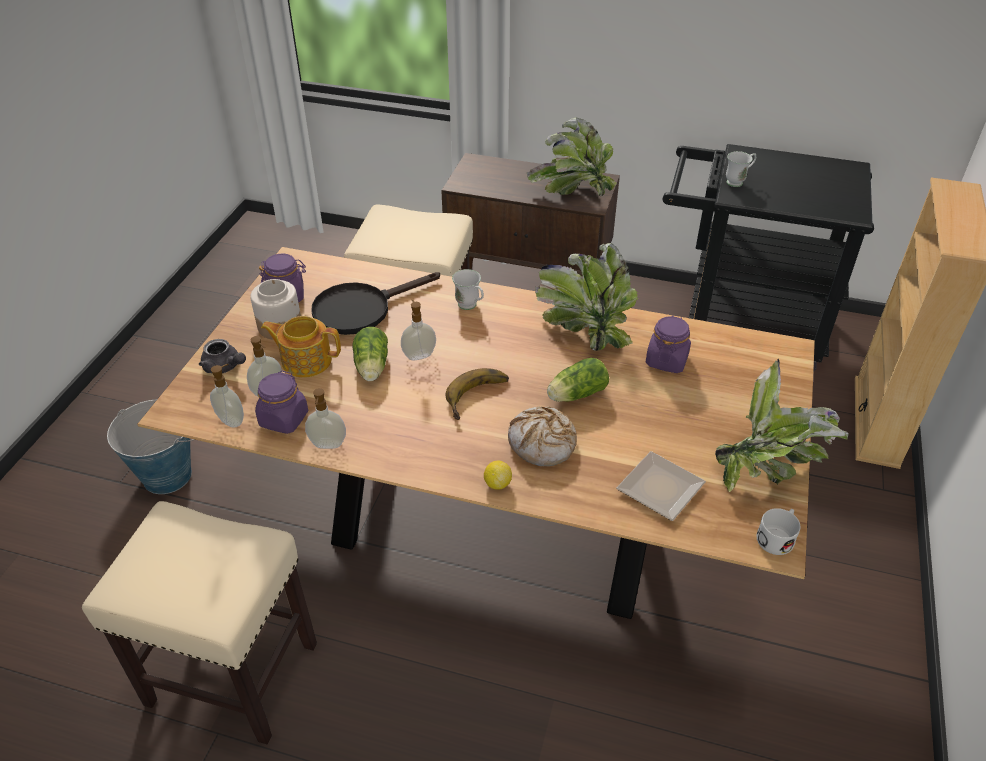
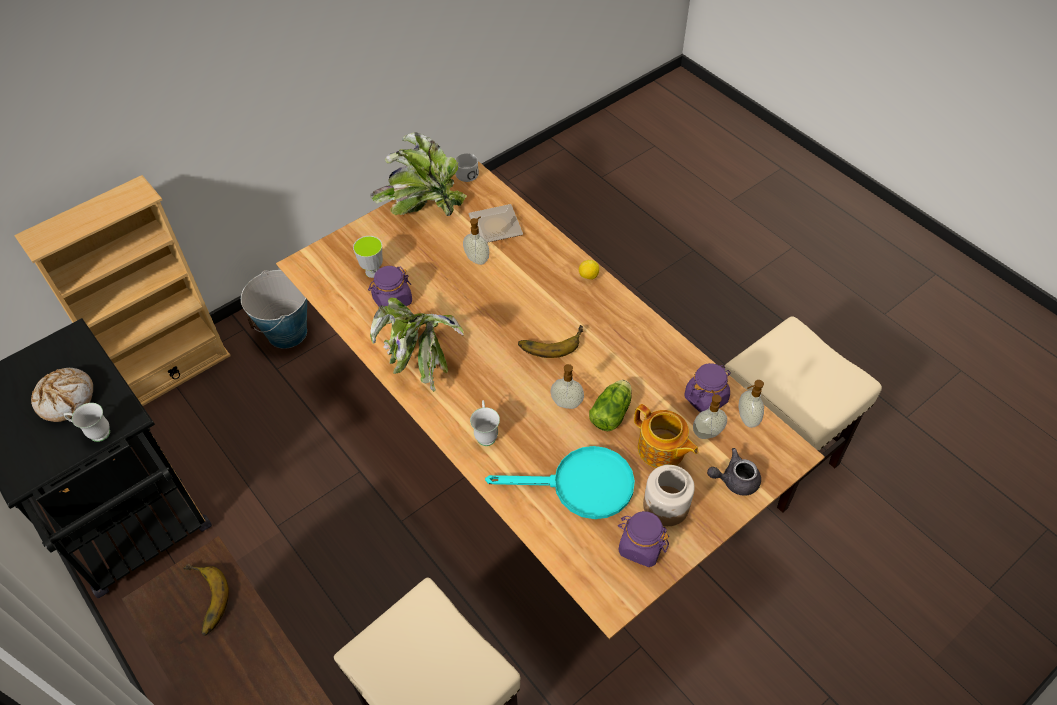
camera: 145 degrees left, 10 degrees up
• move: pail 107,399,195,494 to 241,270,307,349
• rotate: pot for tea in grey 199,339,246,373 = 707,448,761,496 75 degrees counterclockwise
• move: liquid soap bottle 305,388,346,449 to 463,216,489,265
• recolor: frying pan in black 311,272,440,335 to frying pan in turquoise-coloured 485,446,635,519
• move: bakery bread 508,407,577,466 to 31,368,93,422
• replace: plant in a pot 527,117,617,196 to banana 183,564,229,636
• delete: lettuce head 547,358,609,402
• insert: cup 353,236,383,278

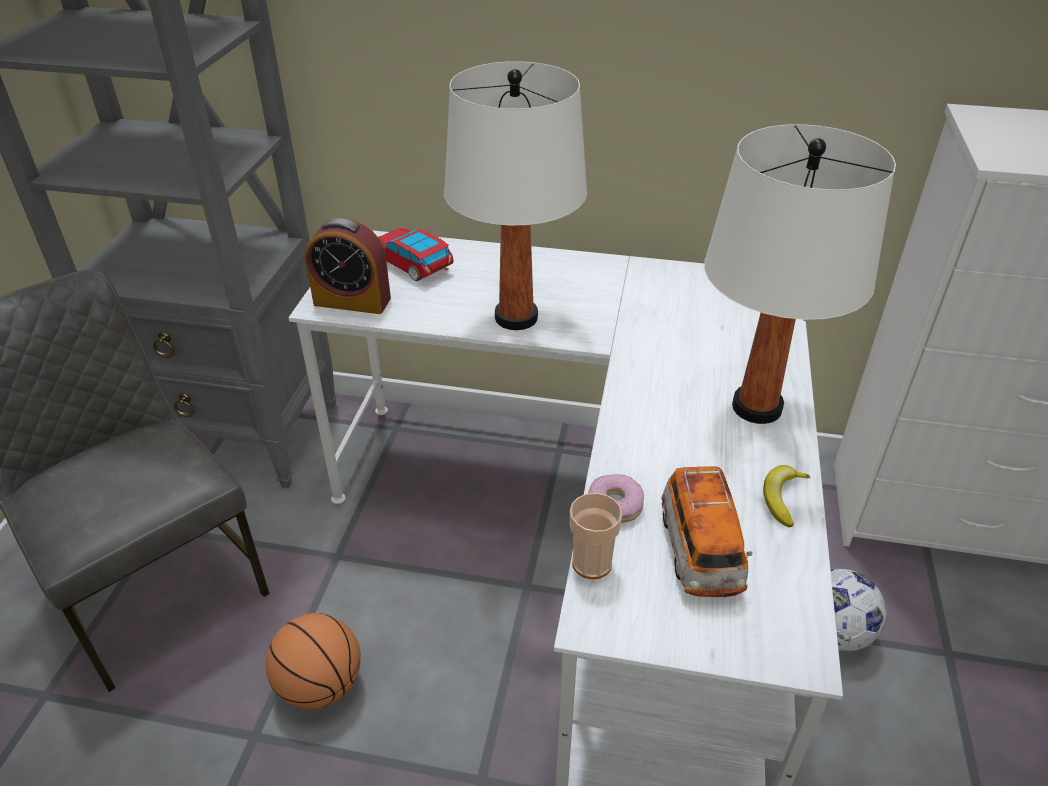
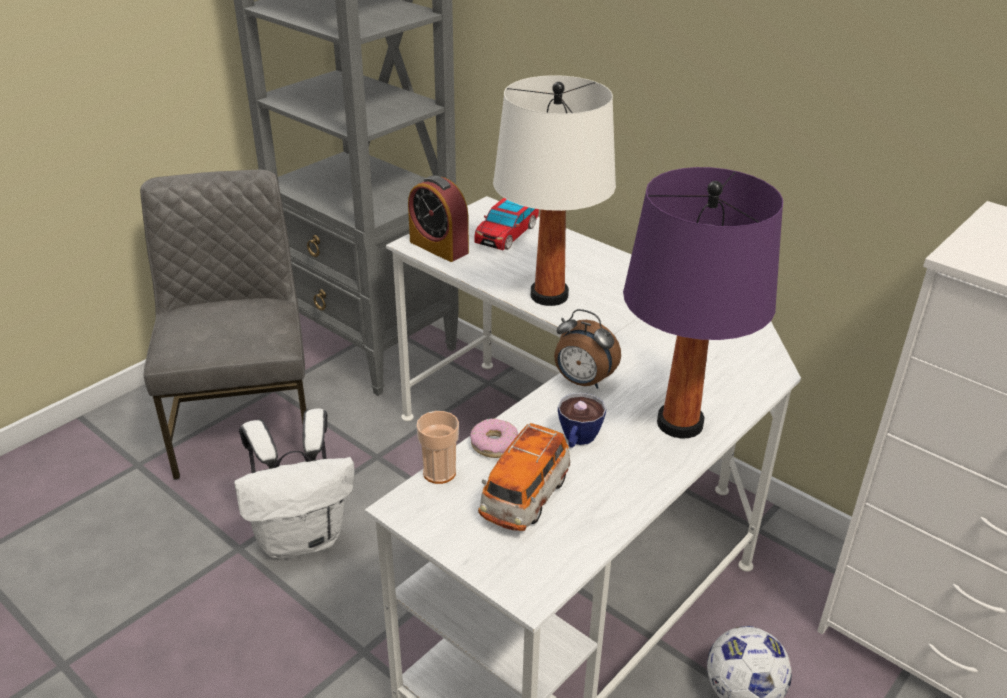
camera: 30 degrees right, 5 degrees down
• replace: basketball ball 266,613,361,709 to backpack in white-coloured 234,409,354,559
• rotate: model car 378,227,454,281 = 474,198,539,250 135 degrees counterclockwise
• recolor: tabletop lamp in white-coloured 704,124,896,424 to tabletop lamp in purple 623,167,783,438
• delete: banana 763,465,810,527
• insert: table clock 554,309,621,389
• insert: cup 558,393,606,448

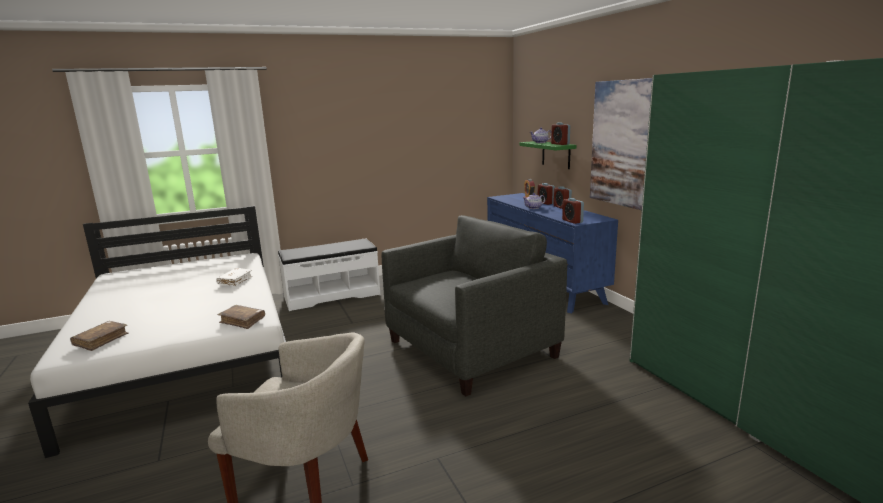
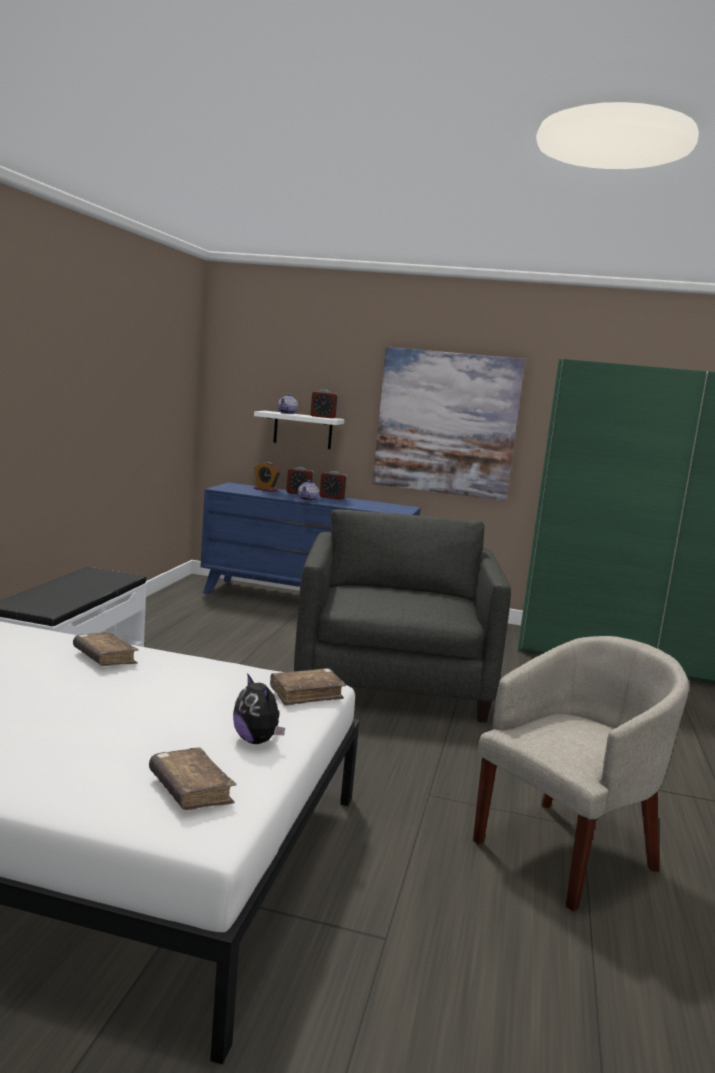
camera: 55 degrees left, 5 degrees down
• recolor: bound book in white-coloured 216,268,253,287 to bound book in brown-coloured 73,632,138,666
• recolor: shelf in greenish 519,141,576,169 to shelf in white-coloured 254,411,344,449
• delete: table clock 562,198,584,224
• insert: plush toy 233,673,285,744

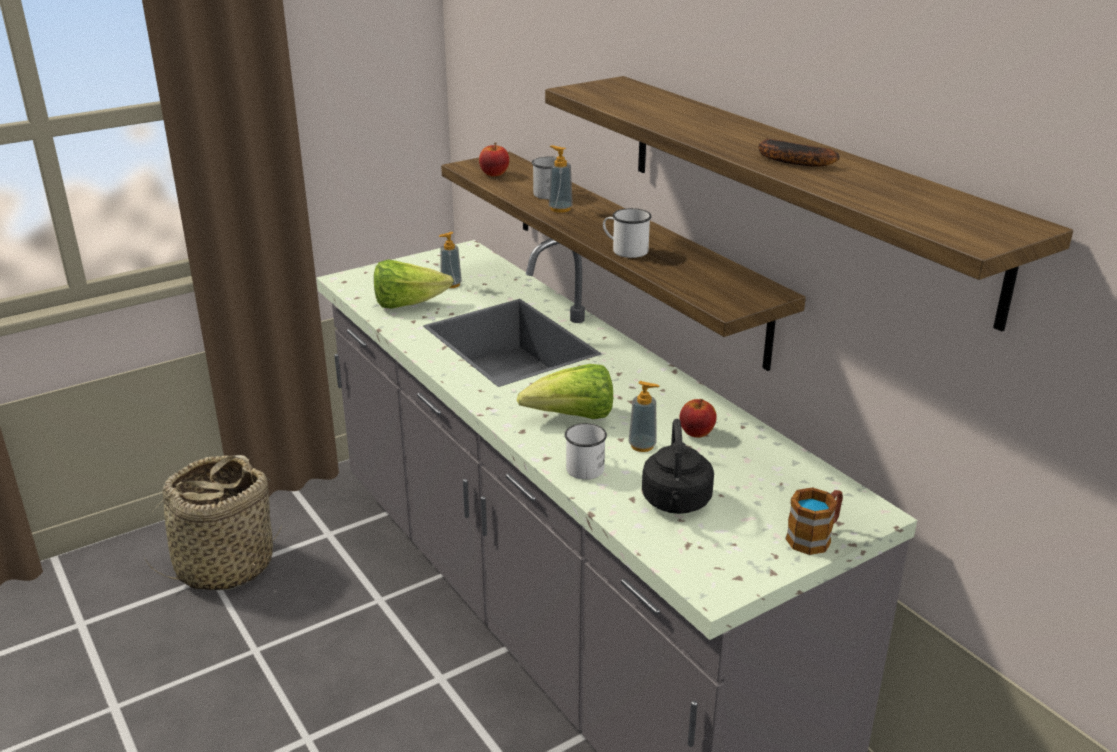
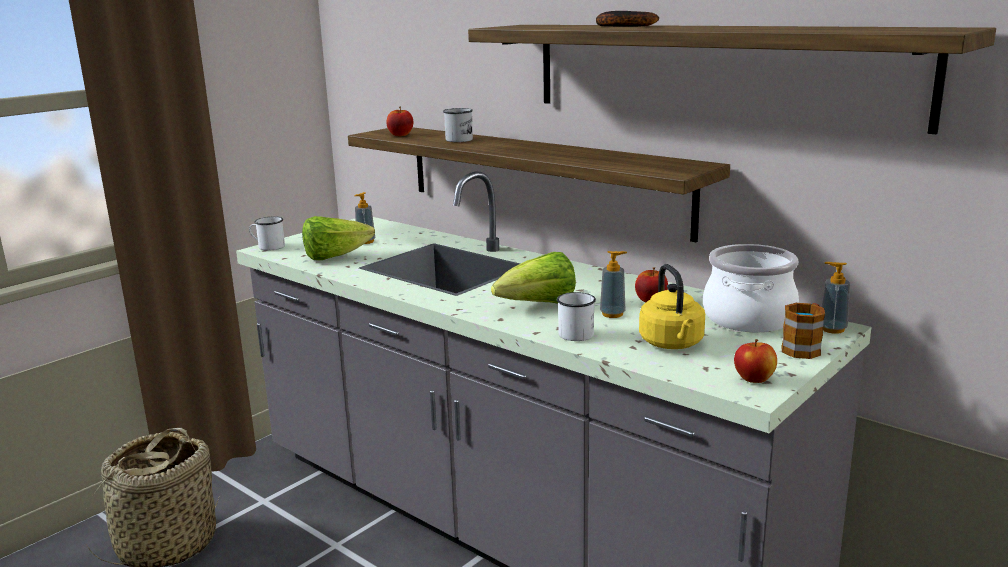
camera: 15 degrees left, 10 degrees down
• move: liquid soap bottle 549,145,573,213 to 822,262,850,334
• move: mug in white-coloured 603,208,652,258 to 249,217,285,251
• recolor: tea kettle in black 642,419,714,514 to tea kettle in yellow 639,264,705,349
• move: banana 759,138,840,167 to 596,11,659,27
• insert: stockpot 703,244,799,332
• insert: apple 734,339,777,383

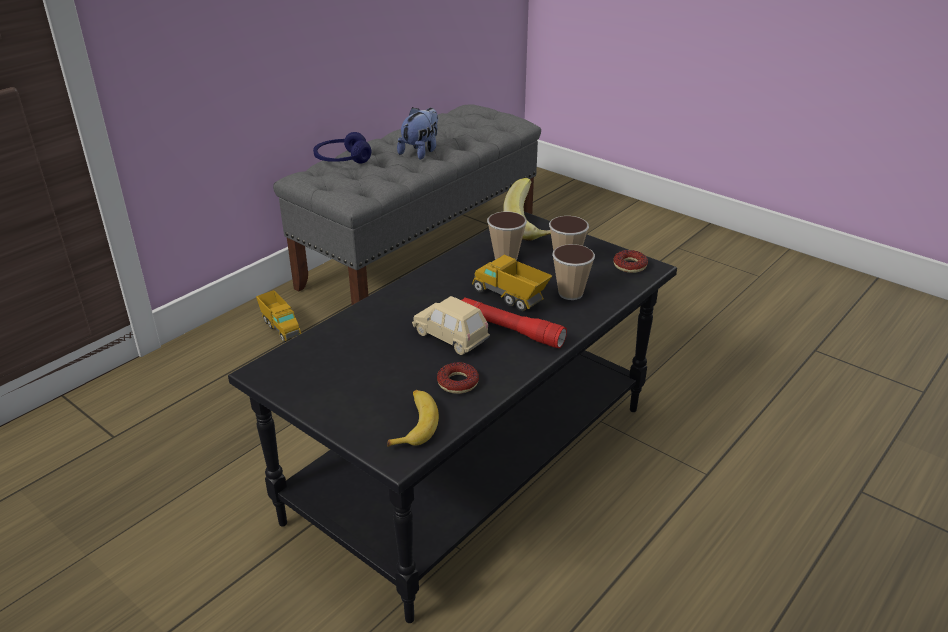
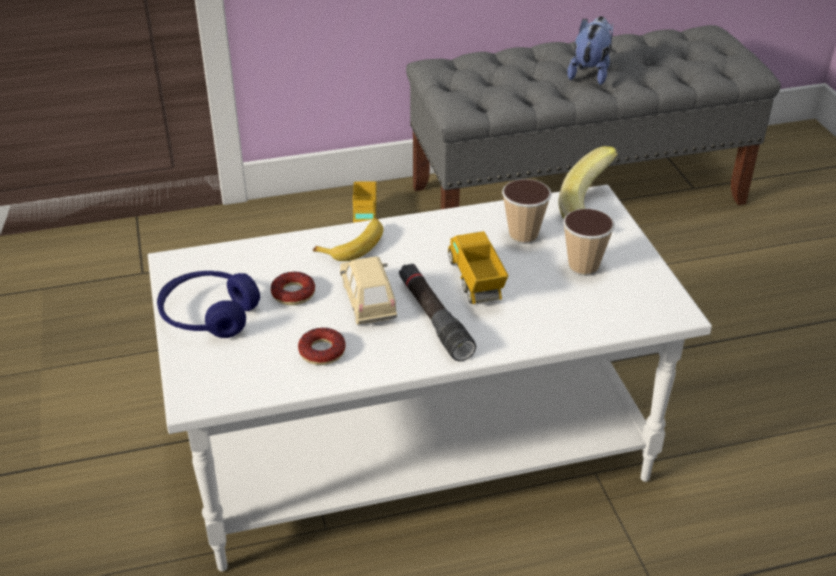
camera: 35 degrees right, 5 degrees up
• recolor: coffee table in black 228,212,677,623 to coffee table in white-coloured 148,185,712,571
• move: pair of headphones in blue-coloured 313,132,371,163 to 157,271,260,338
• move: banana 387,390,439,447 to 313,218,383,261
• rotate: plush toy 397,107,438,160 = 567,16,613,85 45 degrees counterclockwise
• recolor: torch in red-coloured 462,298,567,348 to torch in black 399,264,476,361
• delete: cup 552,244,595,300
• move: doughnut 613,250,648,273 to 271,272,315,305

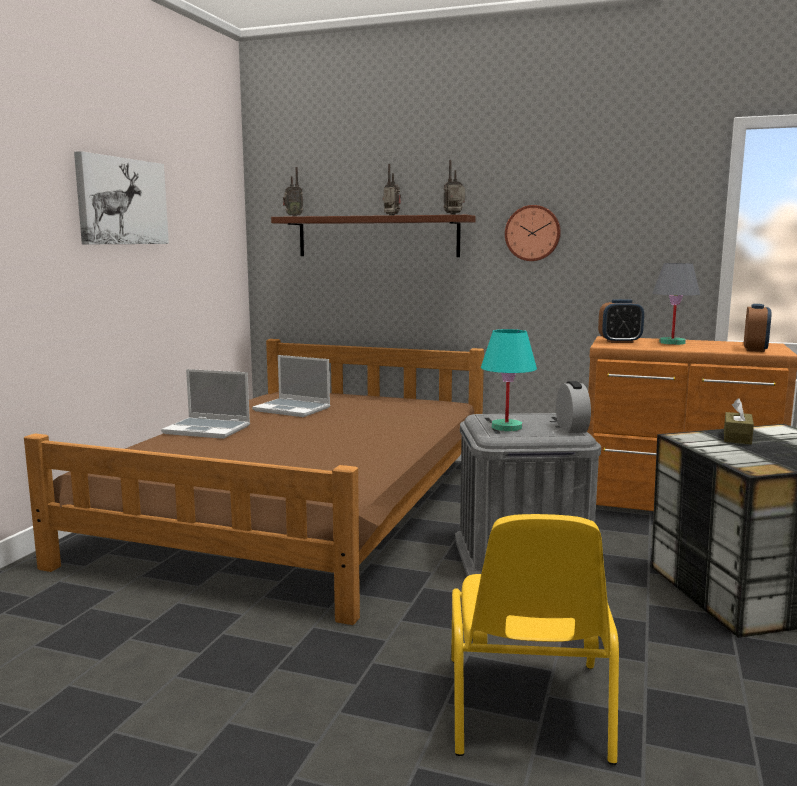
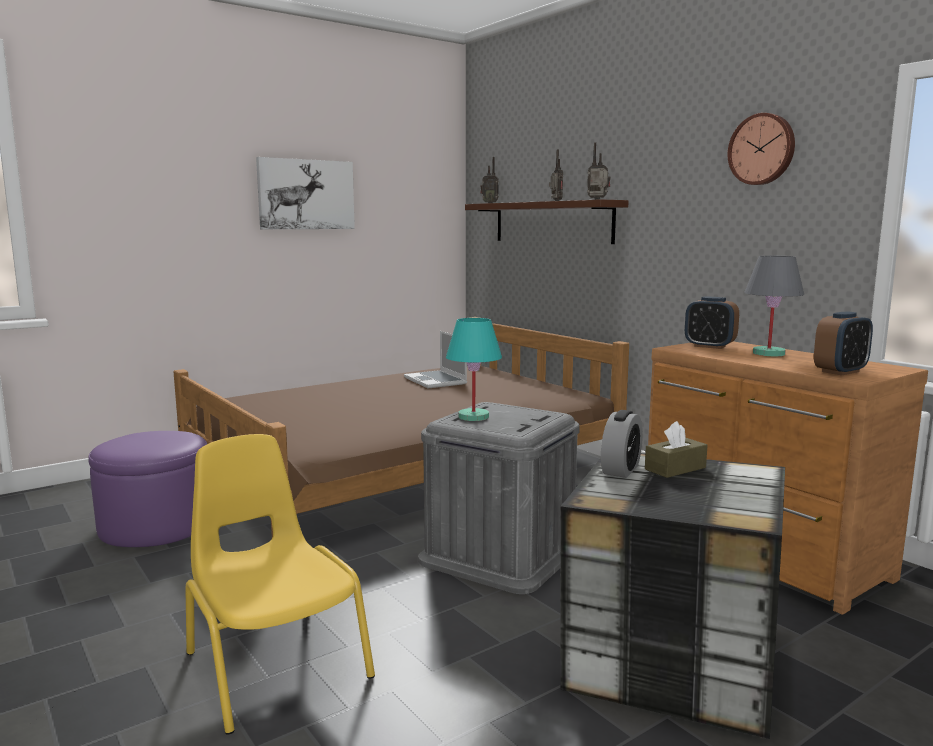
camera: 35 degrees right, 0 degrees up
• delete: notebook computer 161,369,250,439
• rotate: upright chair in yellow 451,514,619,765 = 186,434,375,735 105 degrees clockwise
• move: clock on the wall 505,205,561,261 to 728,113,795,185
• move: table clock 556,381,591,433 to 601,410,643,478
• insert: pouffe in purple 88,431,207,547

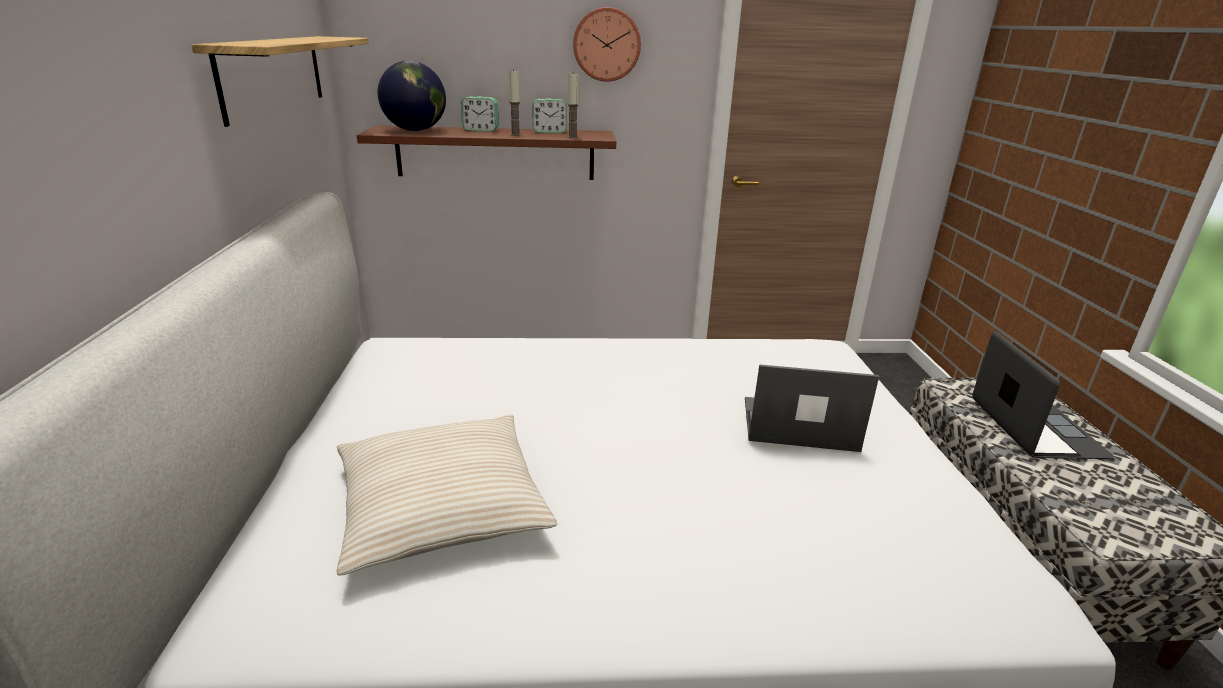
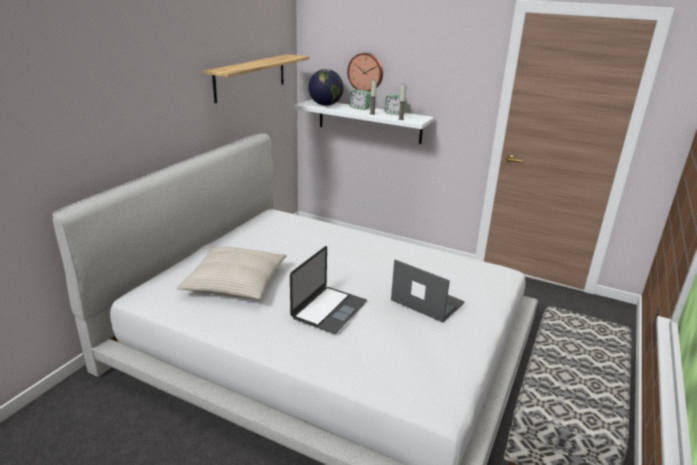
camera: 30 degrees right, 0 degrees up
• recolor: shelf in brown-coloured 357,126,616,180 to shelf in white-coloured 294,99,435,144
• move: clock on the wall 573,7,641,82 to 347,53,383,92
• move: notebook computer 972,331,1114,459 to 290,246,367,334

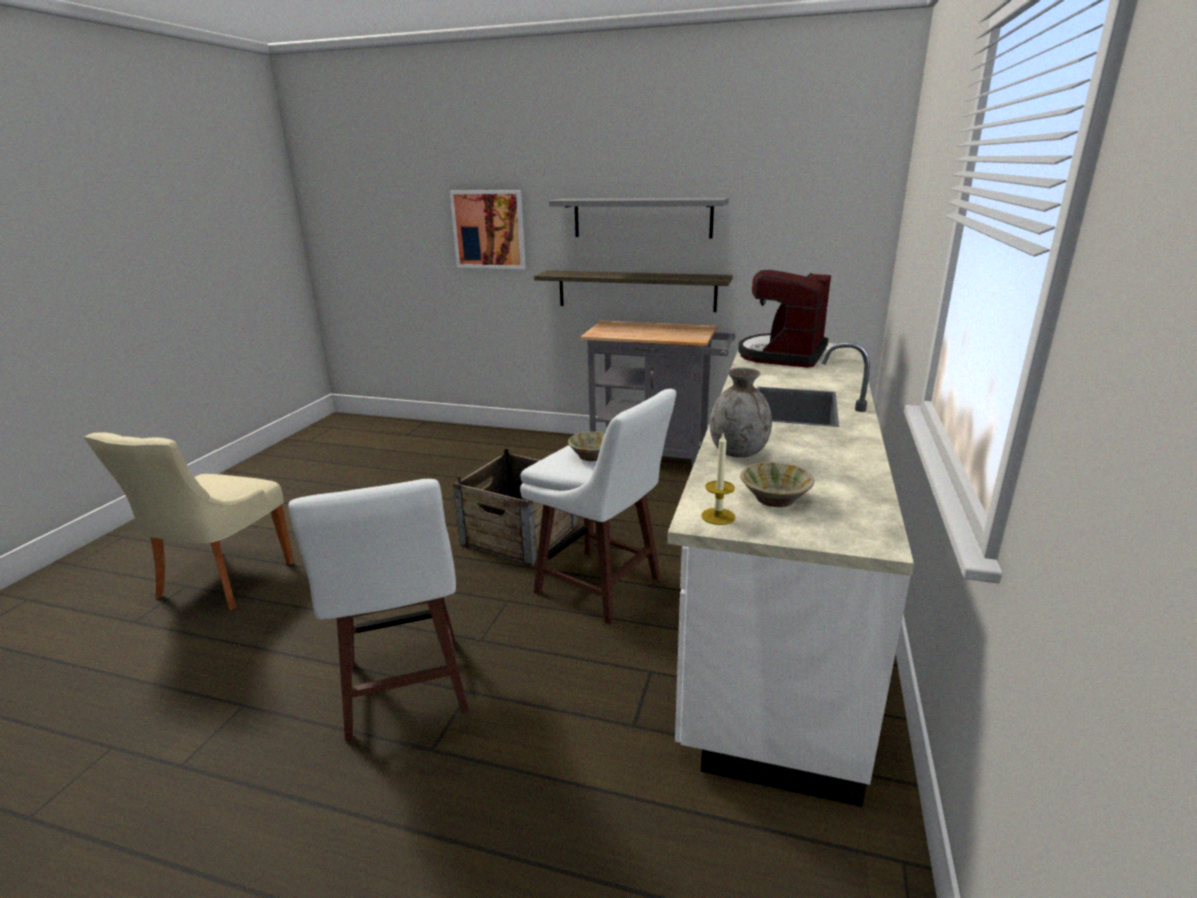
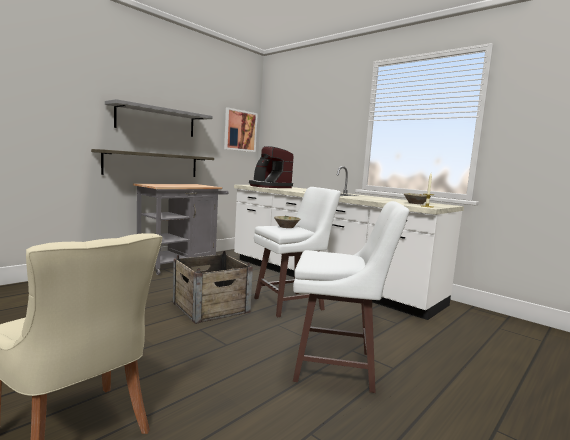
camera: 65 degrees left, 15 degrees down
• move: wall picture 450,190,526,269 to 224,107,258,152
• delete: vase in grey 710,368,772,458

